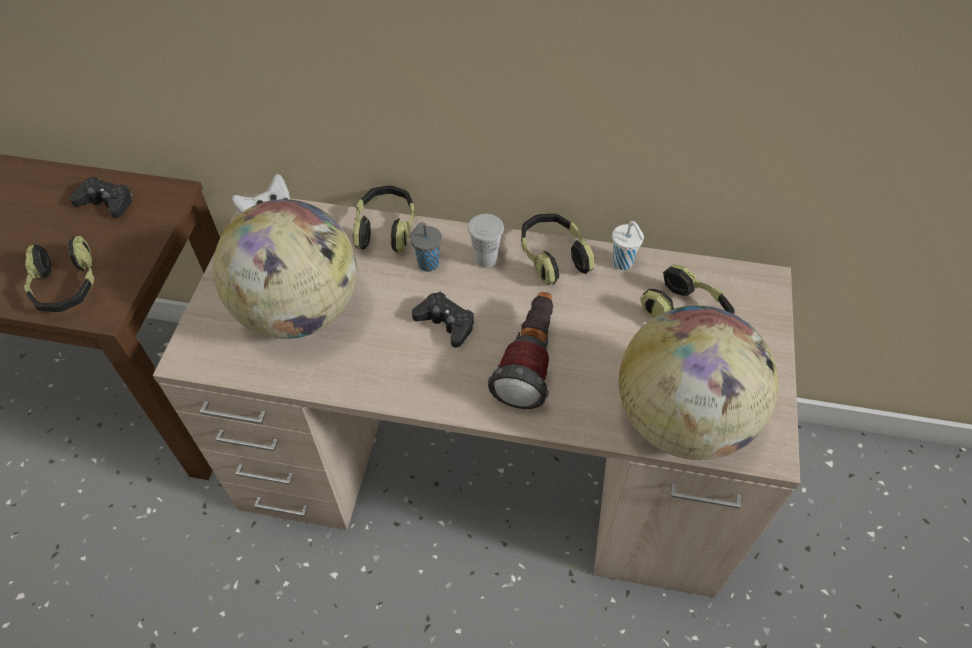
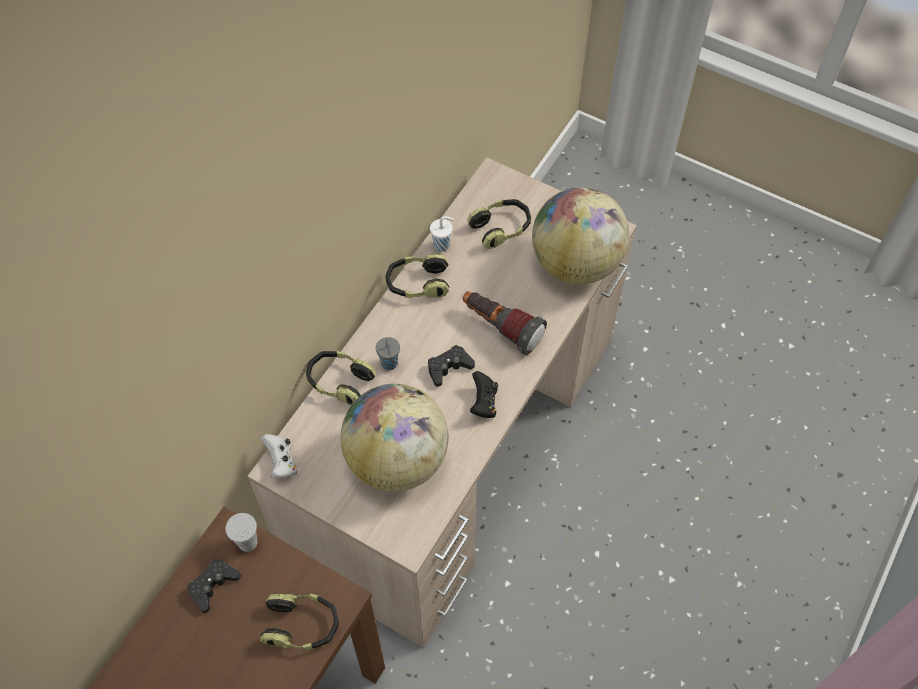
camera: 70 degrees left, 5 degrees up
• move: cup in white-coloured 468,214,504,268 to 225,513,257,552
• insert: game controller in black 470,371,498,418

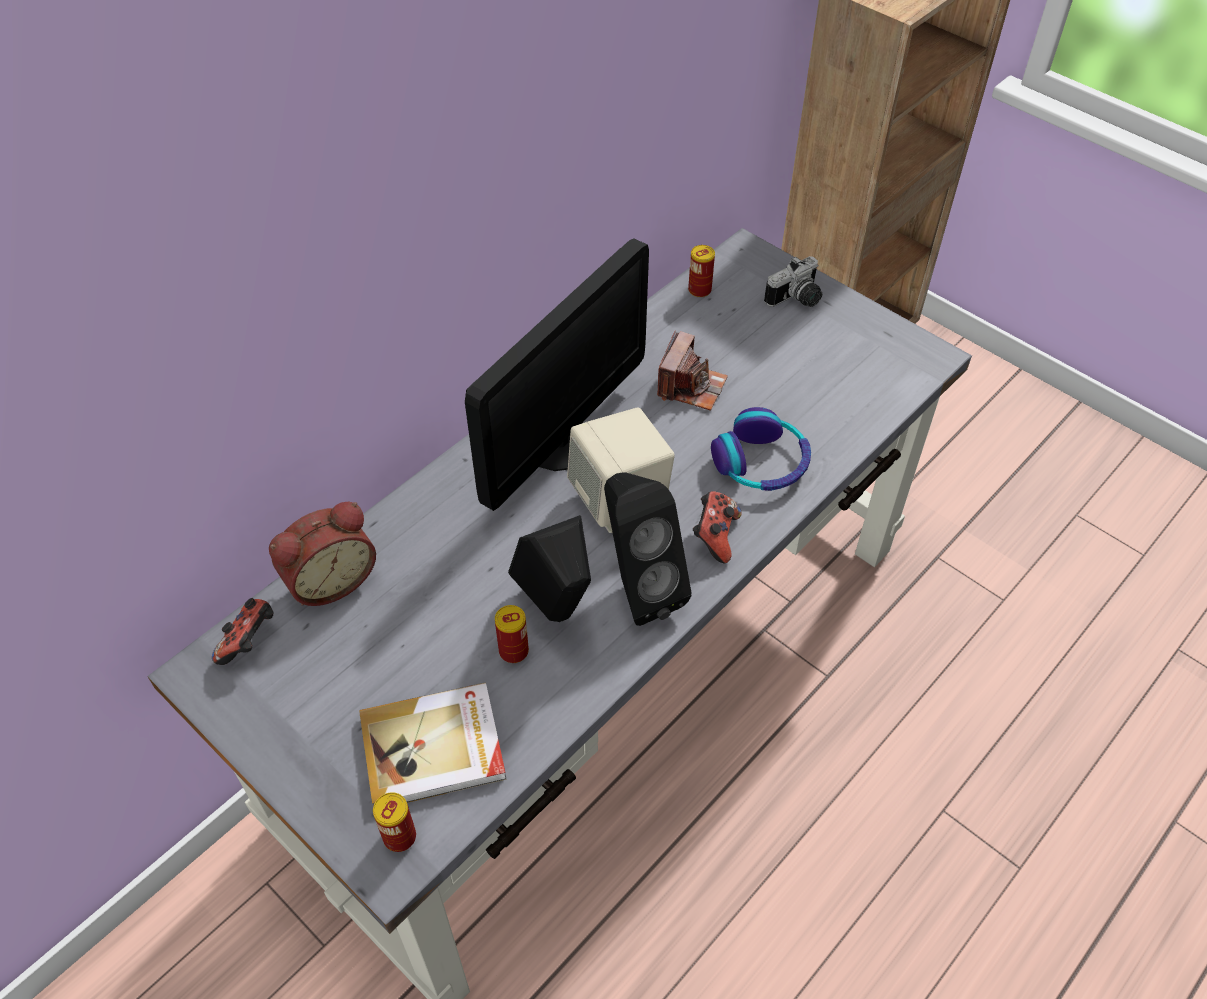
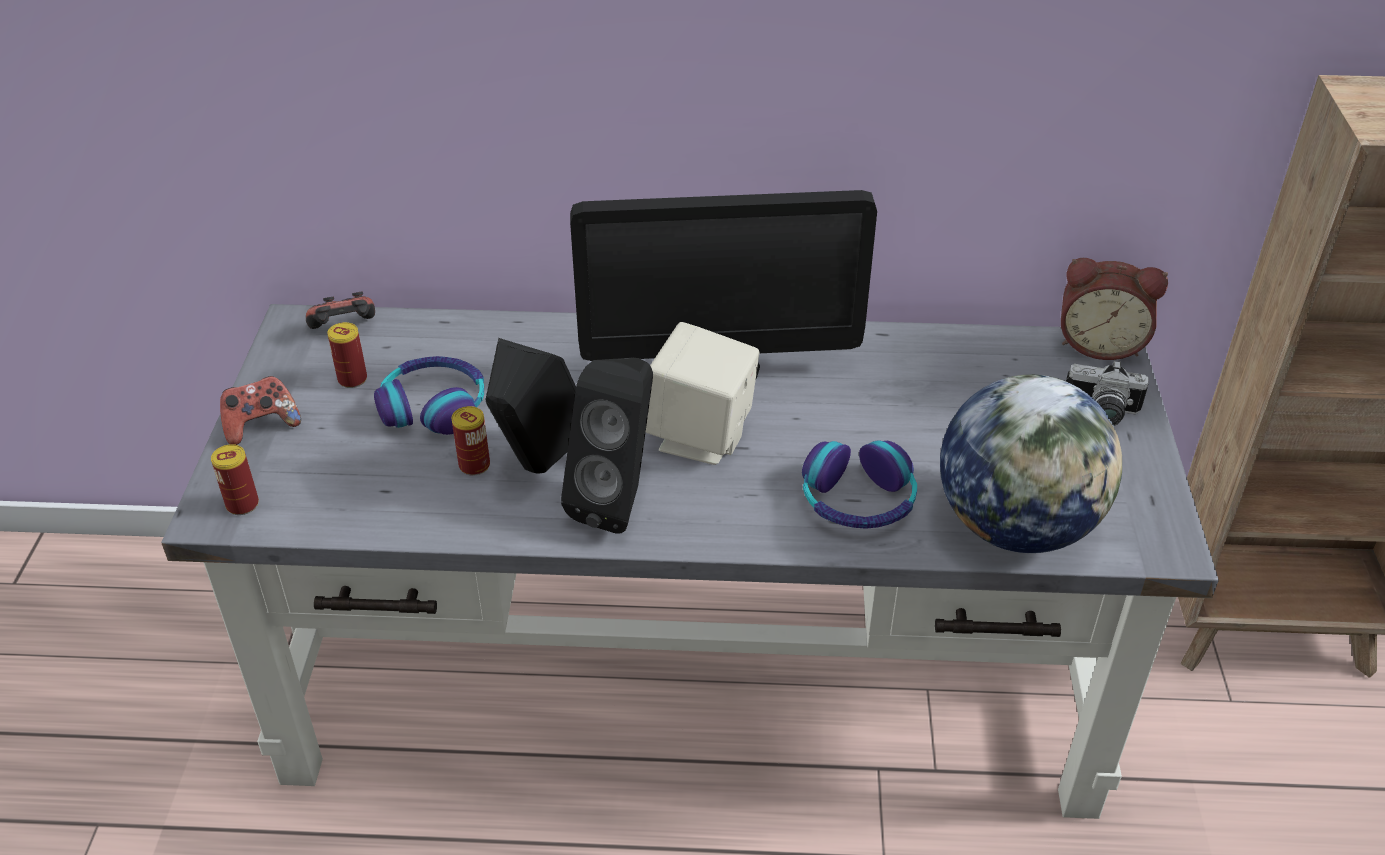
camera: 50 degrees right, 10 degrees down
• move: table clock 269,501,376,606 to 1061,258,1168,360
• delete: bound book 359,682,507,804
• delete: still camera 657,330,728,411
• move: metal can 688,245,715,298 to 327,322,367,388
• move: game controller 693,491,741,563 to 220,376,301,445
• insert: pair of headphones 374,356,484,435
• insert: globe 940,375,1122,553

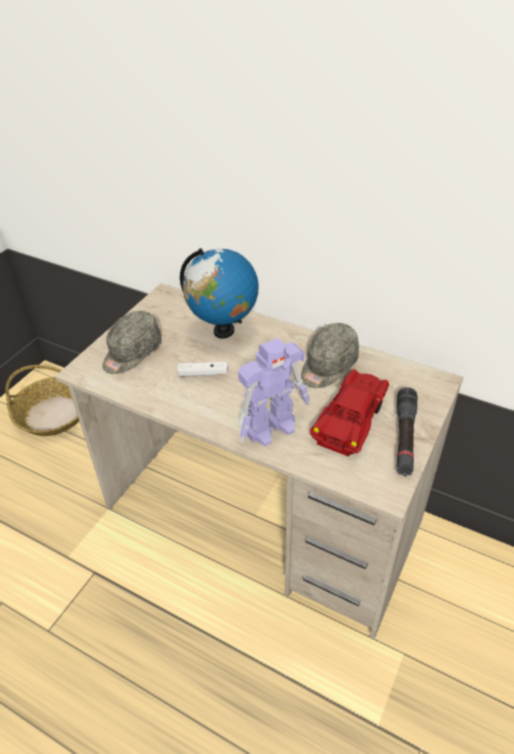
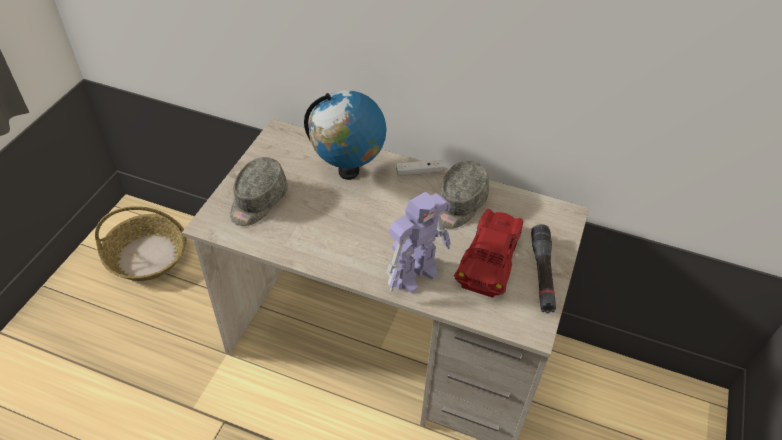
camera: 10 degrees left, 5 degrees up
• move: game controller in white-coloured 177,362,228,377 to 396,160,444,176

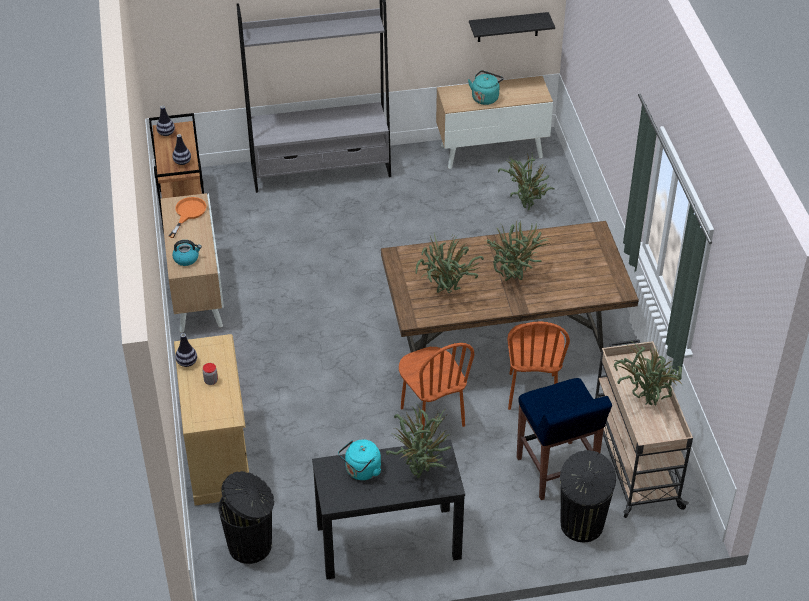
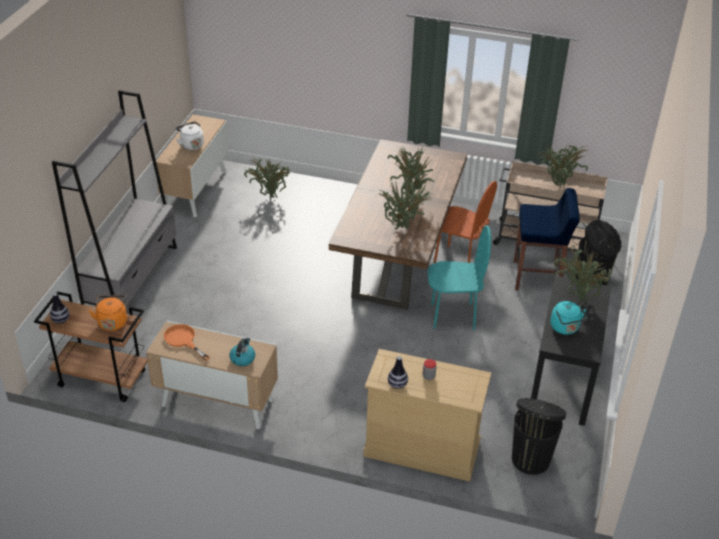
camera: 65 degrees left, 5 degrees down
• replace: vase 172,134,191,165 to tea kettle in orange 89,295,127,331
• recolor: upright chair in brown-coloured 399,343,474,438 to upright chair in turquoise-coloured 428,225,491,330
• recolor: tea kettle in turquoise-coloured 468,70,504,105 to tea kettle in white-coloured 176,121,204,150
• delete: shelf in black 469,12,555,42

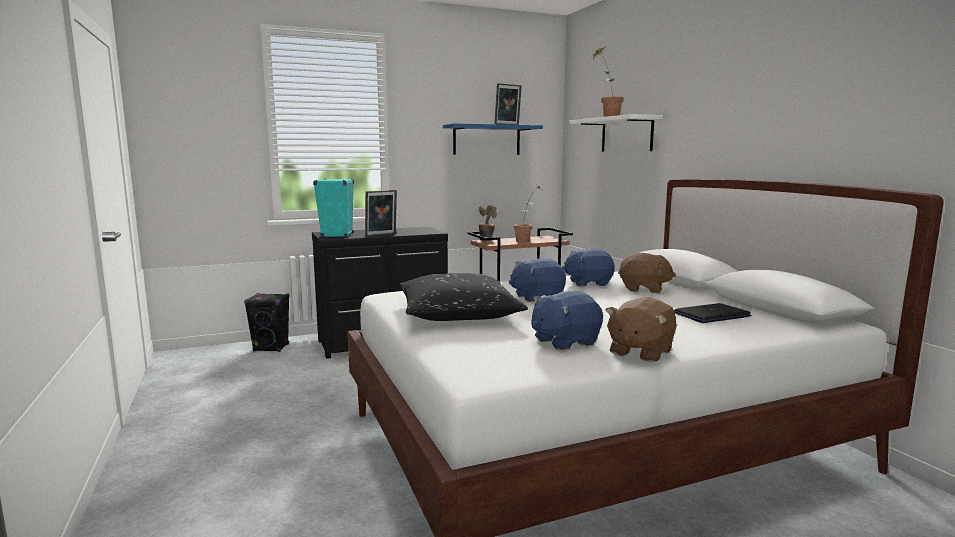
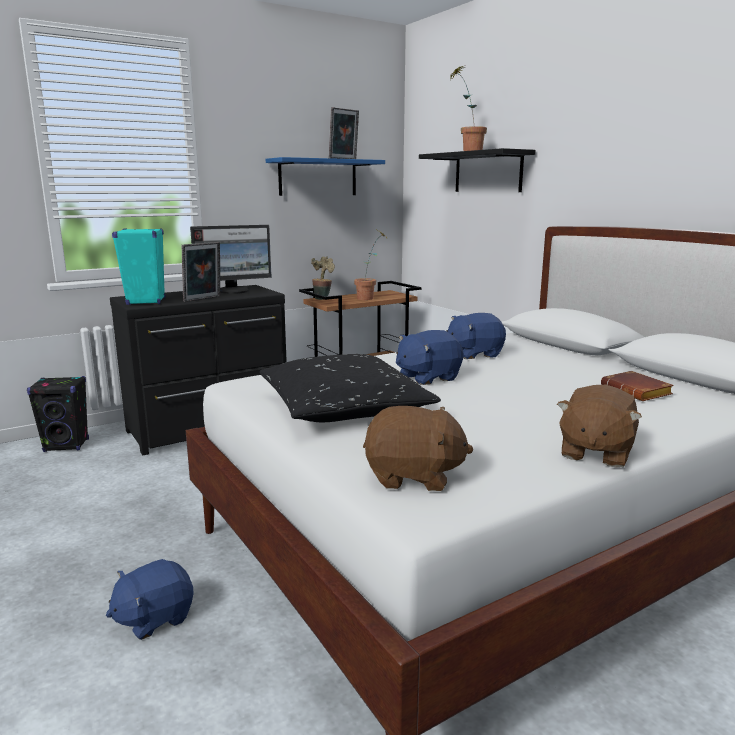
camera: 10 degrees left, 5 degrees up
• move: plush toy in blue-coloured 531,291,603,350 to 106,559,194,640
• recolor: shelf in white-coloured 569,114,663,151 to shelf in black 419,148,536,192
• move: plush toy in brown-coloured 618,253,676,293 to 363,406,474,491
• replace: notebook computer 674,303,751,323 to bound book in brown-coloured 601,371,674,401
• insert: computer screen 190,225,272,294

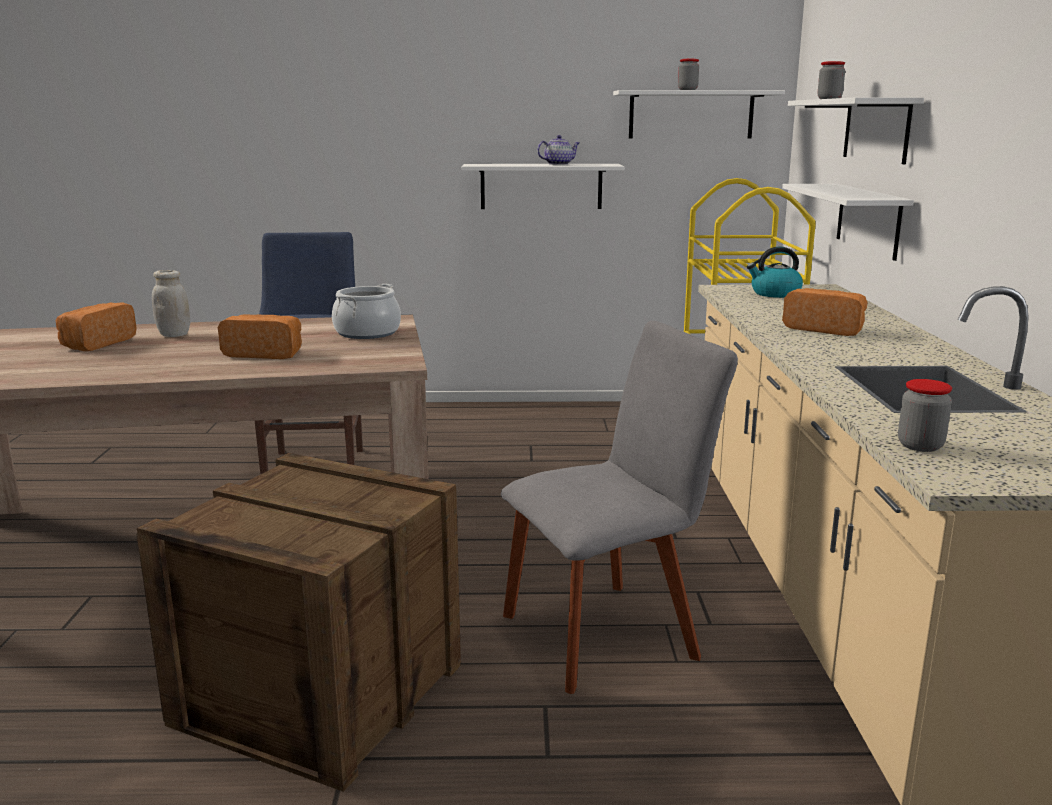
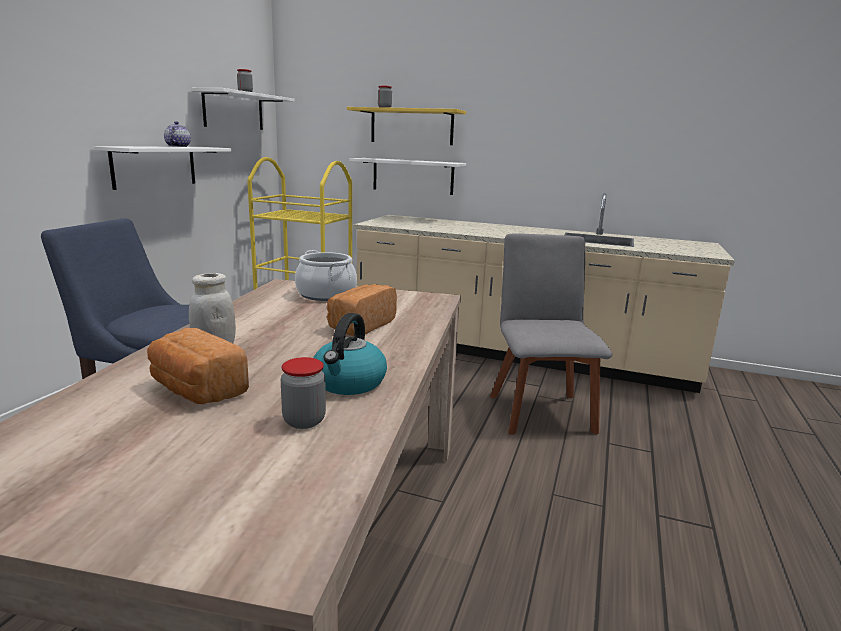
camera: 70 degrees left, 0 degrees up
• delete: packing crate 136,453,461,792
• move: tea kettle 747,246,803,298 to 313,313,387,395
• delete: bakery bread 782,288,867,336
• recolor: shelf in white-coloured 788,97,924,164 to shelf in yellow 347,107,466,145
• move: jar 898,379,952,452 to 281,357,326,429

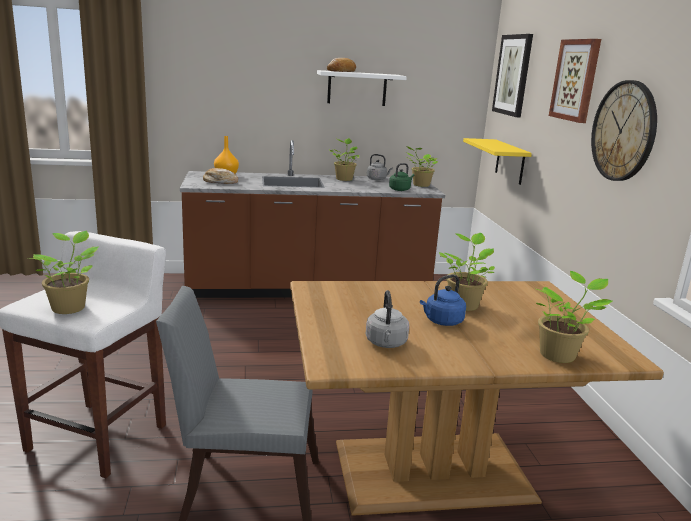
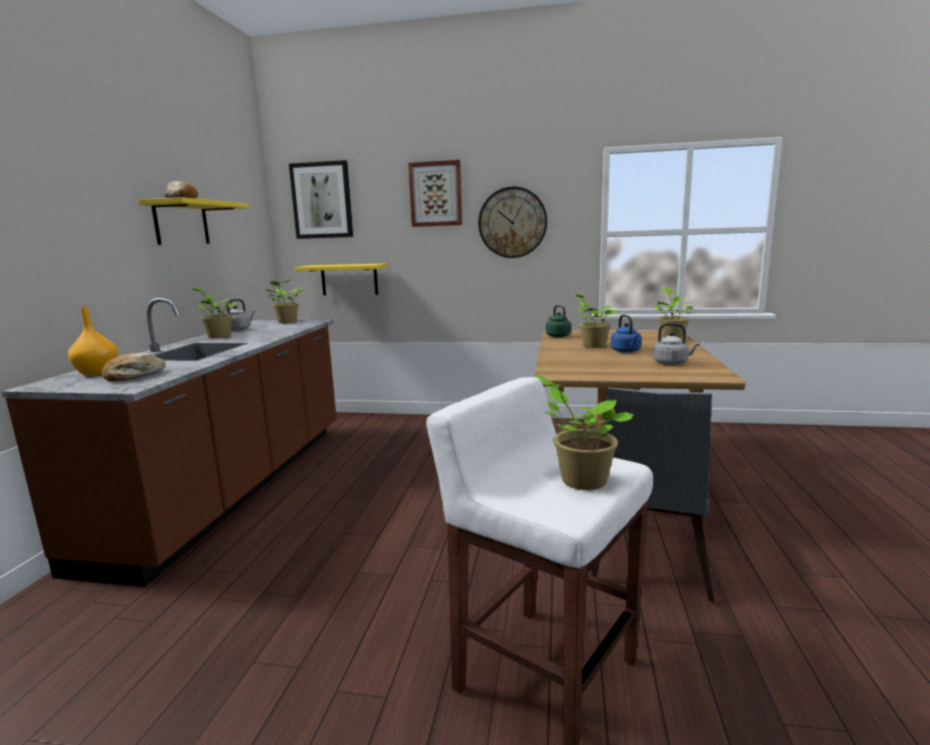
camera: 70 degrees left, 5 degrees down
• recolor: shelf in white-coloured 317,70,407,106 to shelf in yellow 139,197,249,245
• move: tea kettle in greenish 389,163,414,191 to 546,305,571,337

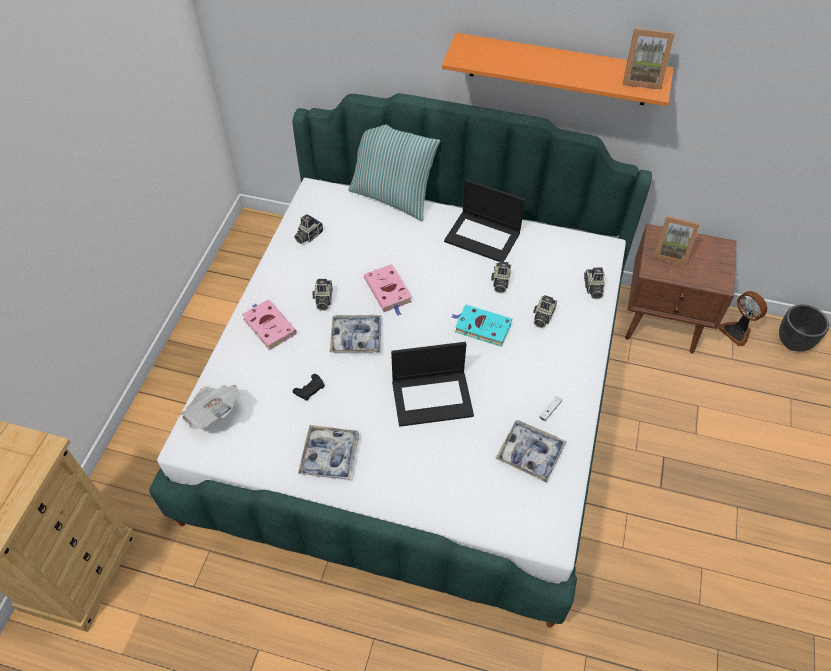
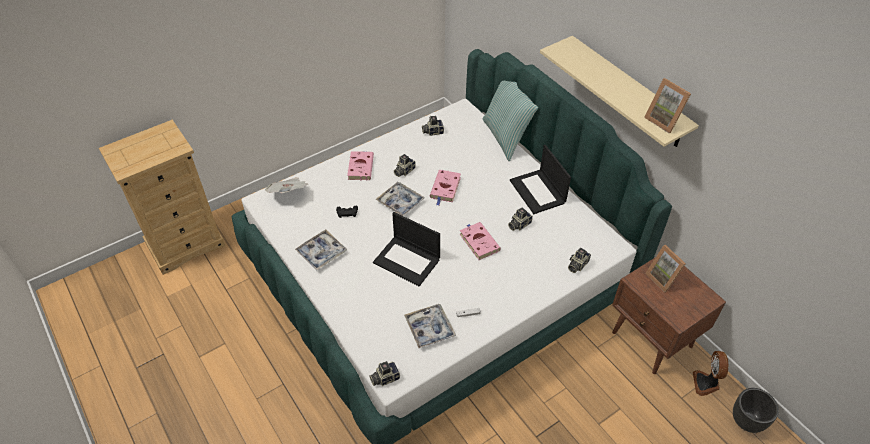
camera: 40 degrees right, 5 degrees down
• recolor: shelf in orange 442,33,673,106 to shelf in beige-coloured 540,36,699,147
• recolor: bound book in turquoise-coloured 451,304,512,347 to bound book in pink-coloured 460,222,501,260
• move: still camera 533,295,557,328 to 369,361,400,386

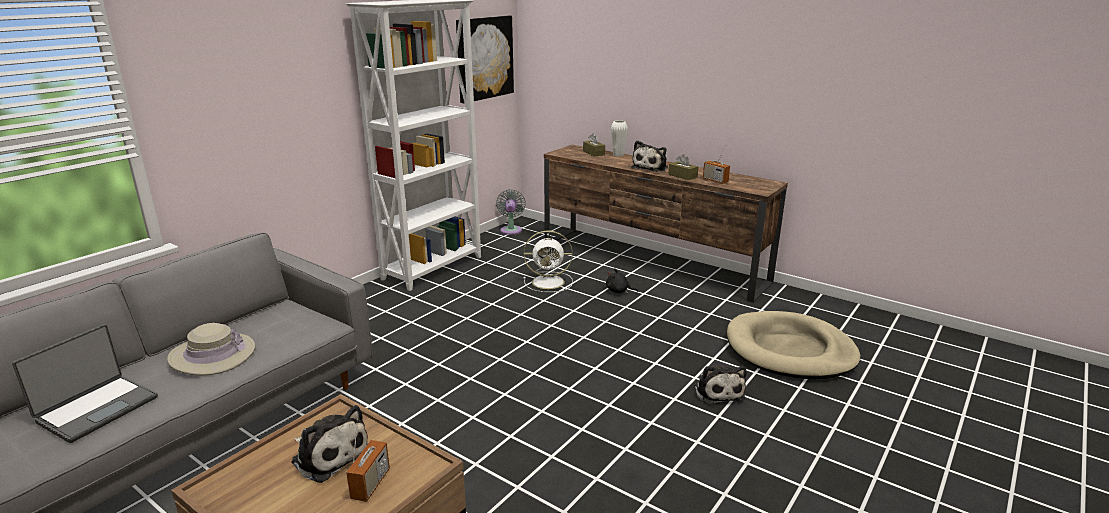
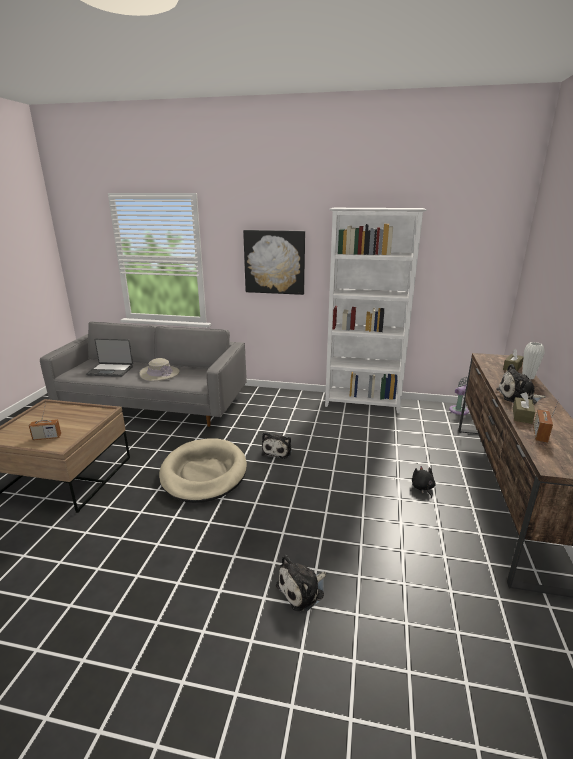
camera: 65 degrees right, 0 degrees up
• move: plush toy 292,405,367,483 to 262,432,292,459
• move: wall picture 456,16,514,103 to 243,230,305,295
• delete: fan in white-coloured 523,231,573,292
• move: dog cushion in beige-coloured 727,311,860,379 to 159,438,247,503

